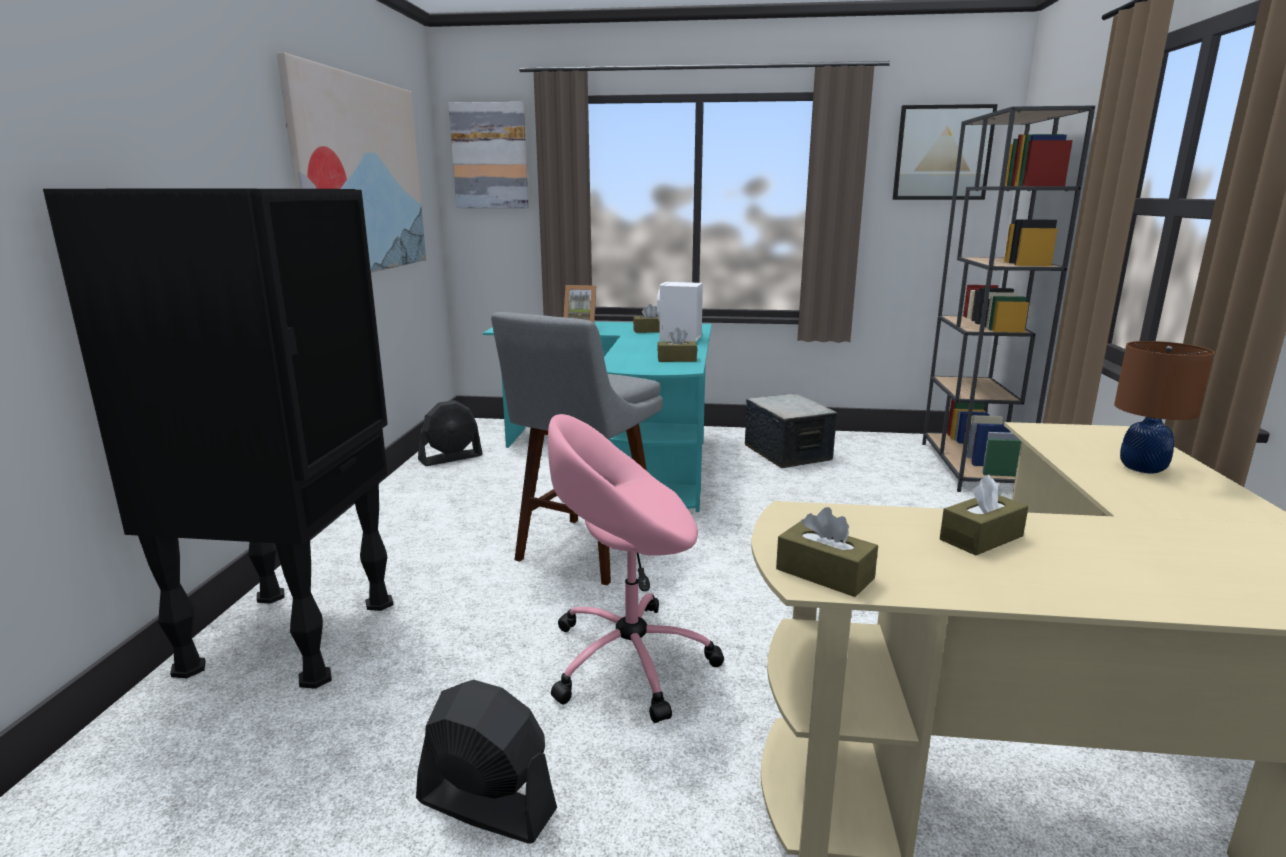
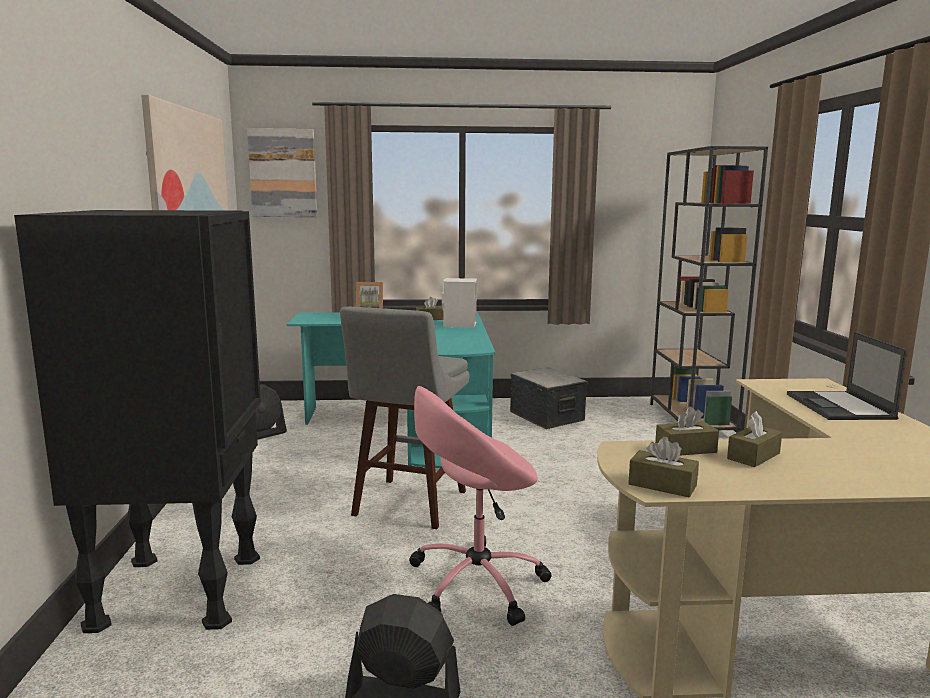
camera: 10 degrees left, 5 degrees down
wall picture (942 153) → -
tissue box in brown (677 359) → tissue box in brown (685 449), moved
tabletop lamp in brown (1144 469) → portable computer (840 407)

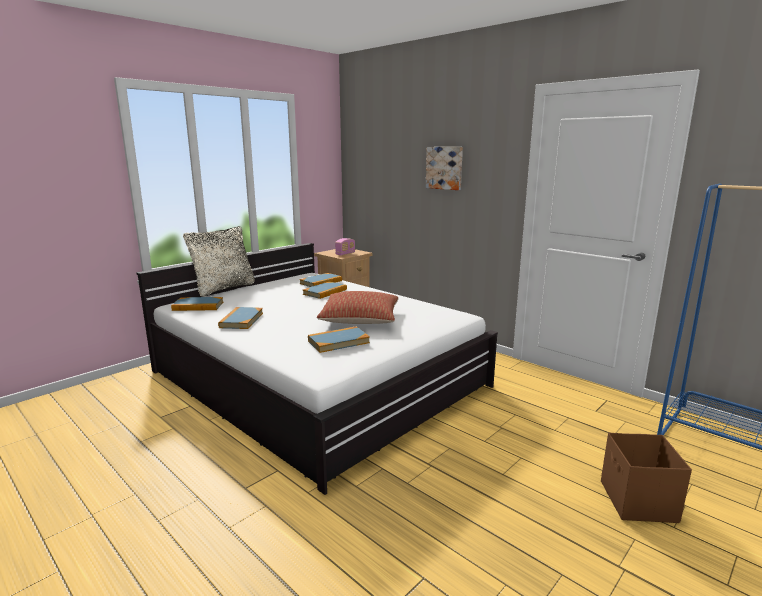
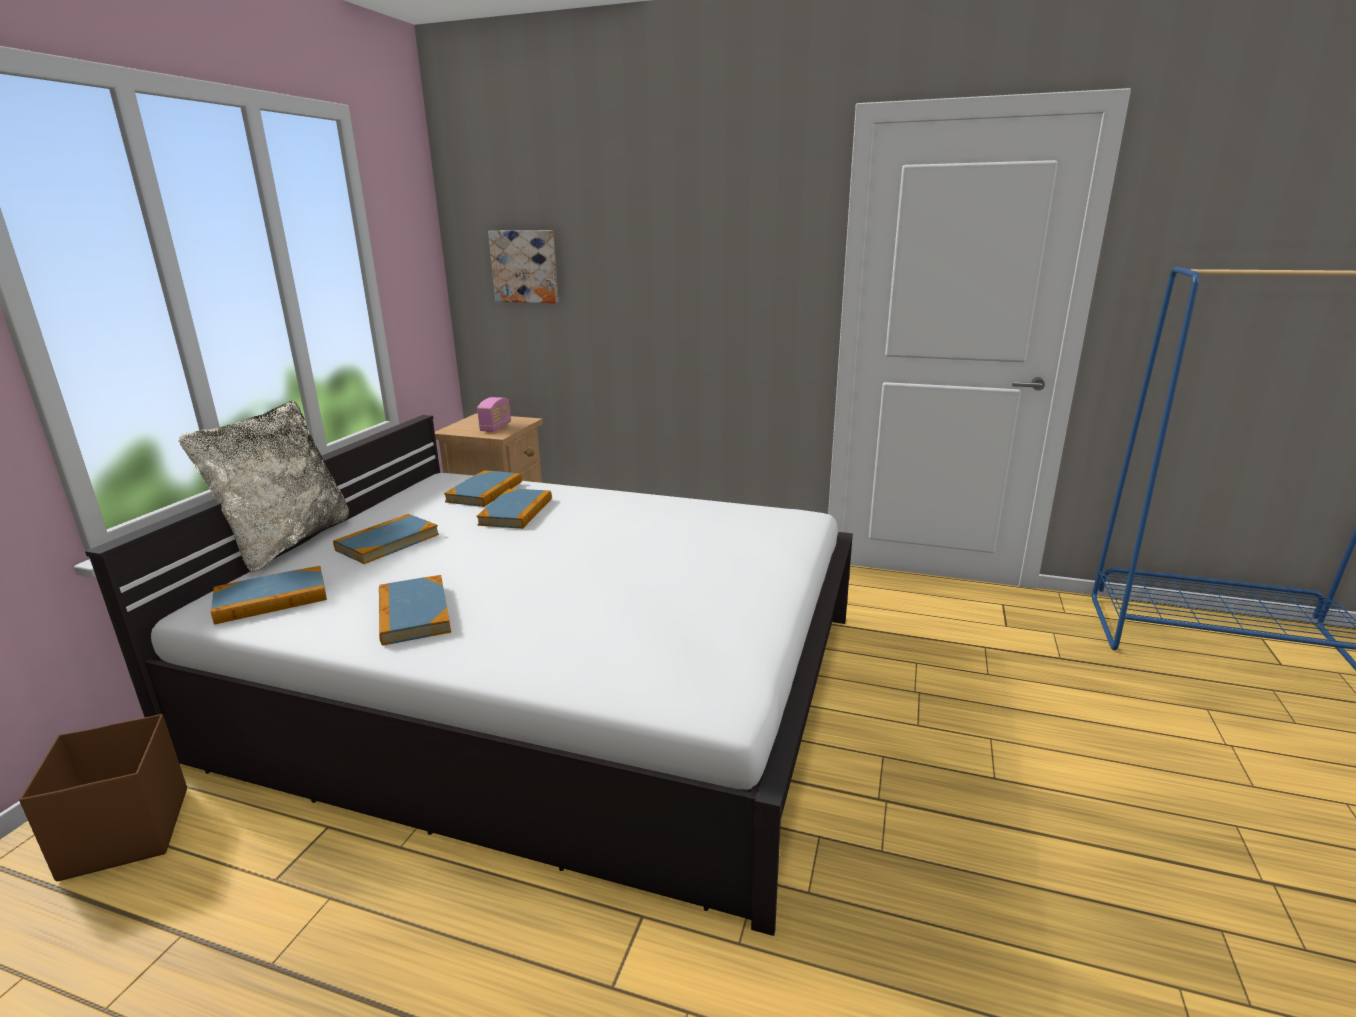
camera: 25 degrees left, 5 degrees up
throw pillow (360 319) → -
book (338 342) → book (387 542), moved
wall picture (445 168) → wall picture (525 266), moved
storage bin in brown (637 502) → storage bin in brown (125 834), moved

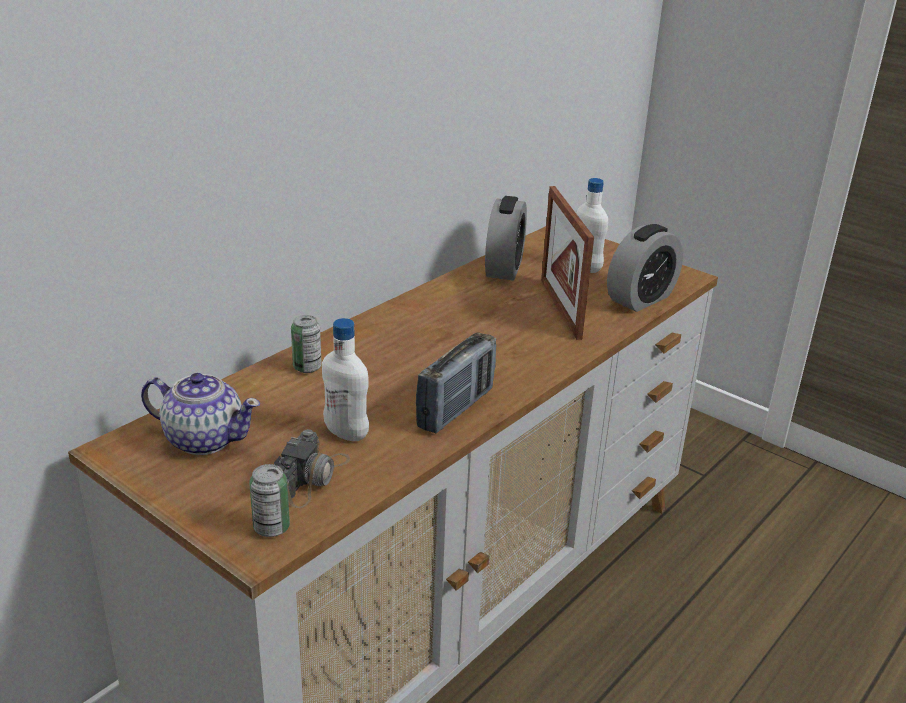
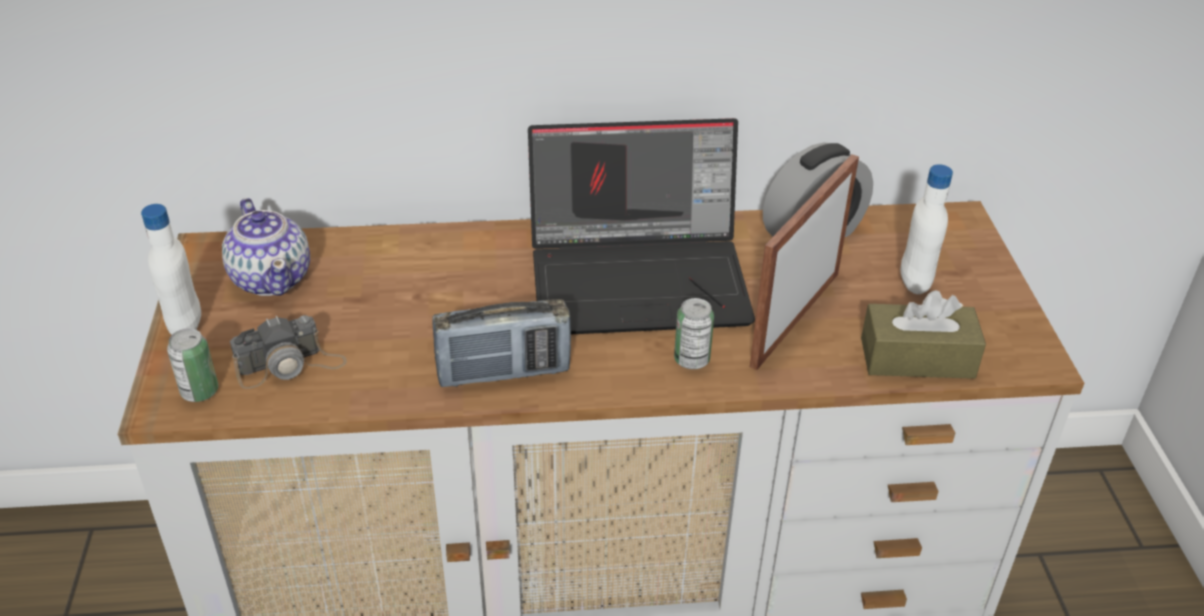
camera: 45 degrees right, 10 degrees up
- → portable computer (641 277)
can (307 367) → can (691 360), moved
beverage bottle in whitish (346 433) → beverage bottle in whitish (186 325), moved
table clock (641 299) → tissue box in brown (917 358)

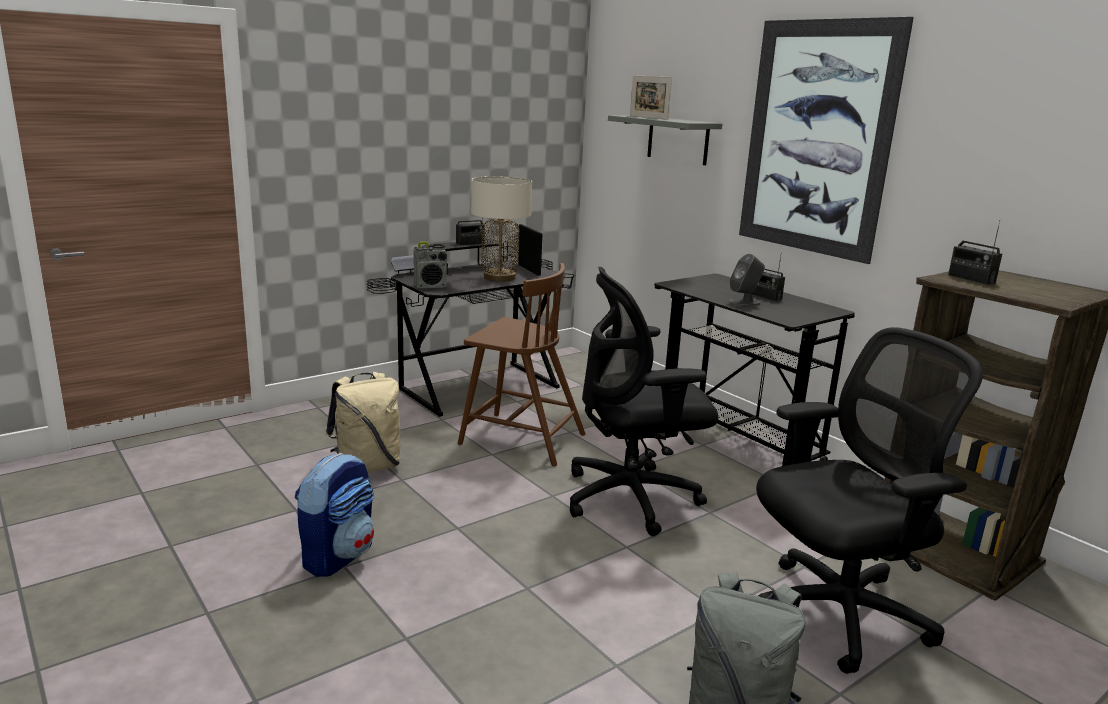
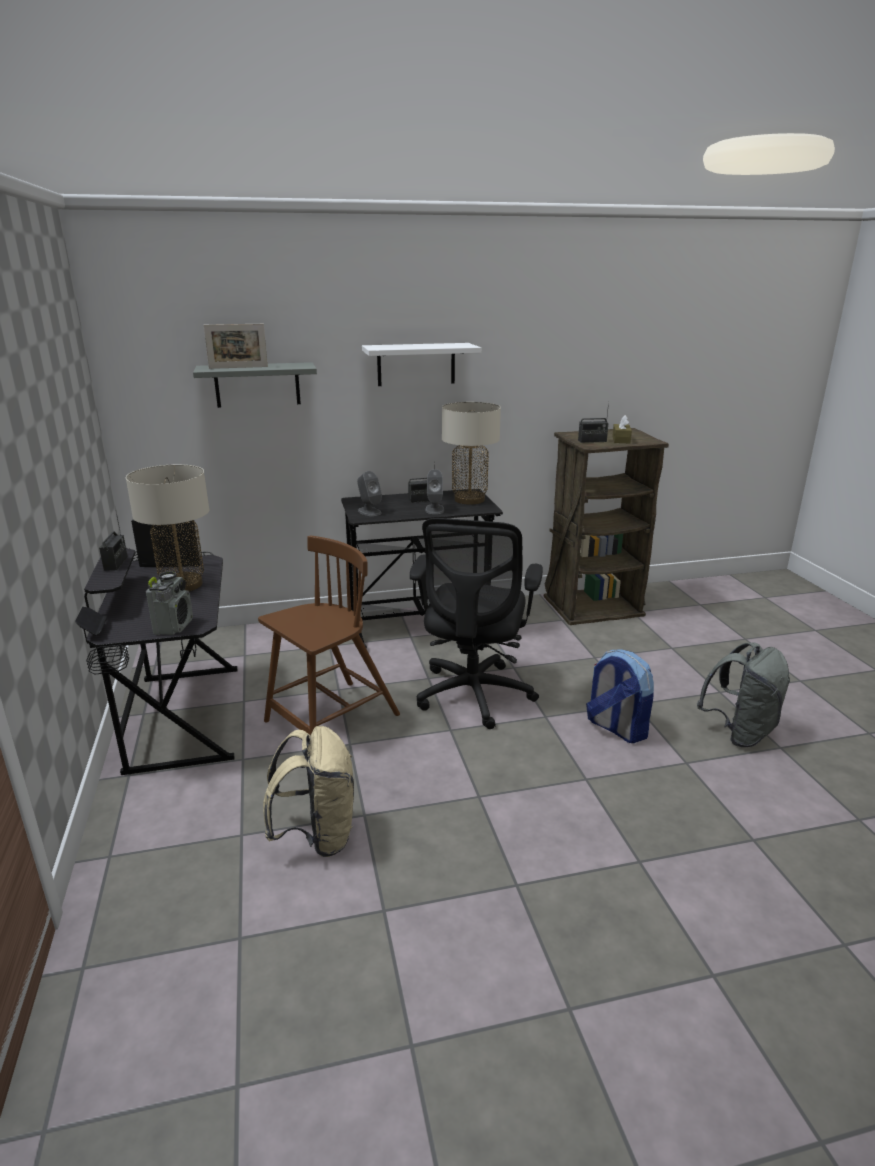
camera: 65 degrees left, 5 degrees up
computer chair in blackish (831 618) → -
- → loudspeaker in gray (369 511)
- → tabletop lamp (469 500)
- → tissue box in brown (621 440)
rucksack (338 556) → rucksack (616 728), moved
wall picture (817 138) → wall shelf in whitish (416 364)

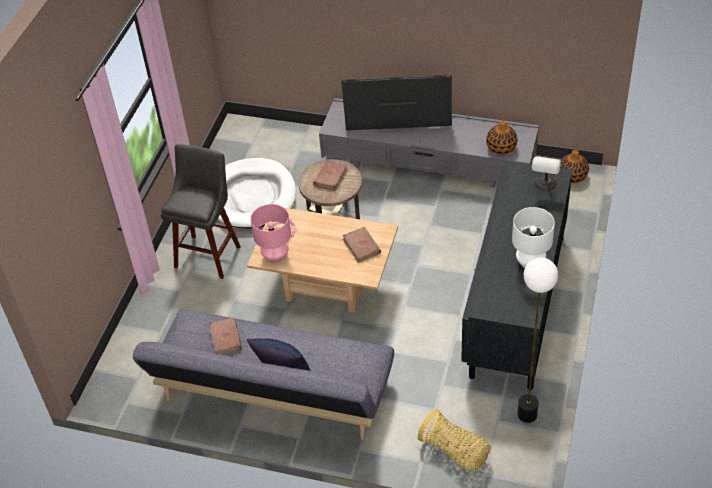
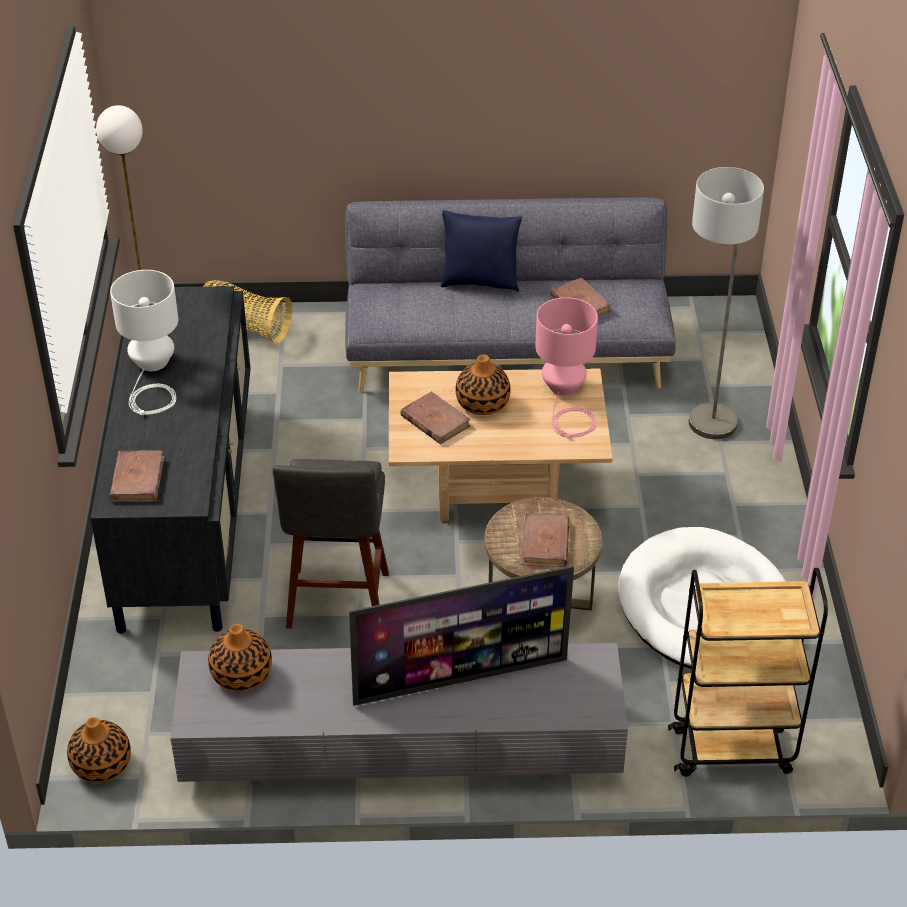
camera: 160 degrees right, 5 degrees down
- → decorative vase (482 403)
- → trolley in brown (730 753)
- → standing lamp in gray (704 430)
sitting stool in gray (209 255) → sitting stool in gray (336 604), moved
tabletop lamp (545 186) → book in brown (137 479)

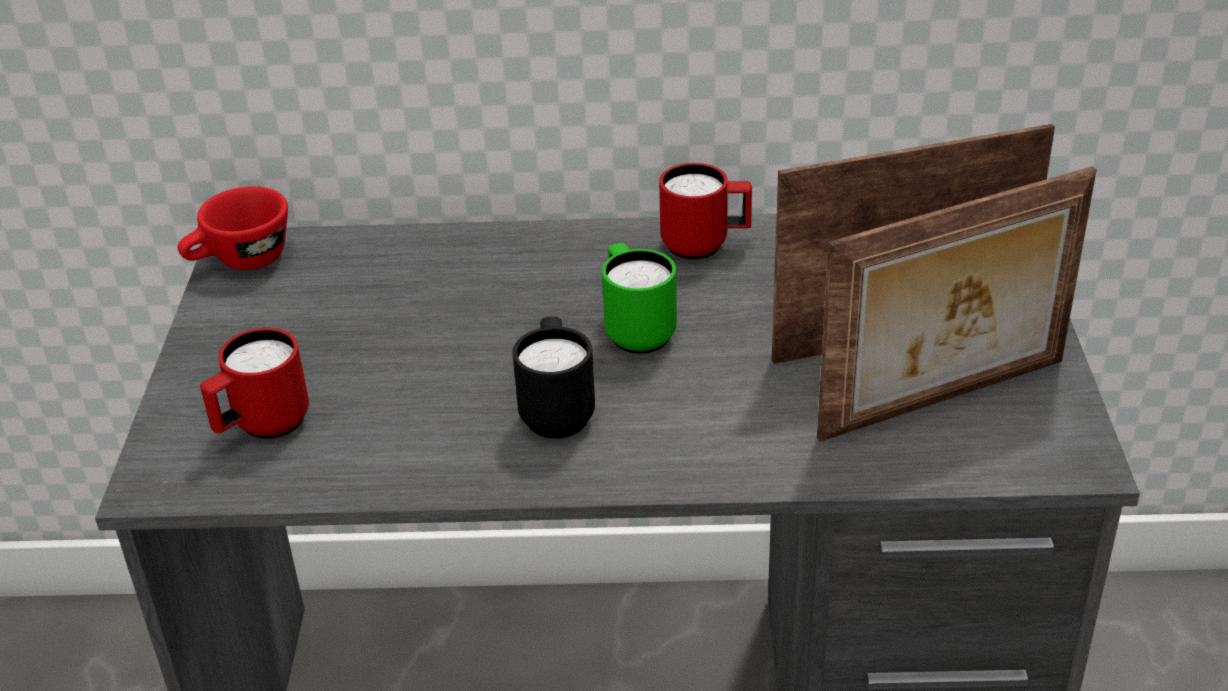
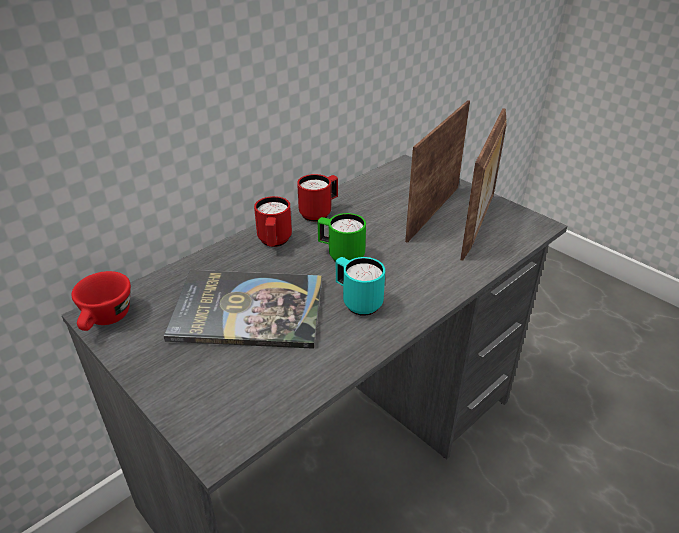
camera: 45 degrees left, 0 degrees up
- → book (248 310)
tea mug in red-coloured (262 427) → tea mug in red-coloured (274 243), moved
tea mug in blackish (557 411) → tea mug in blue-green (357 302)

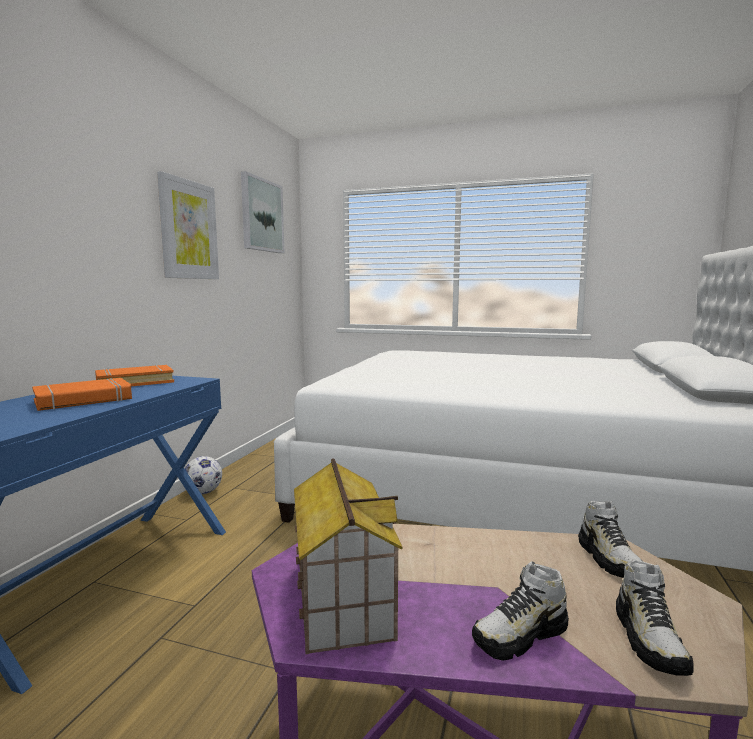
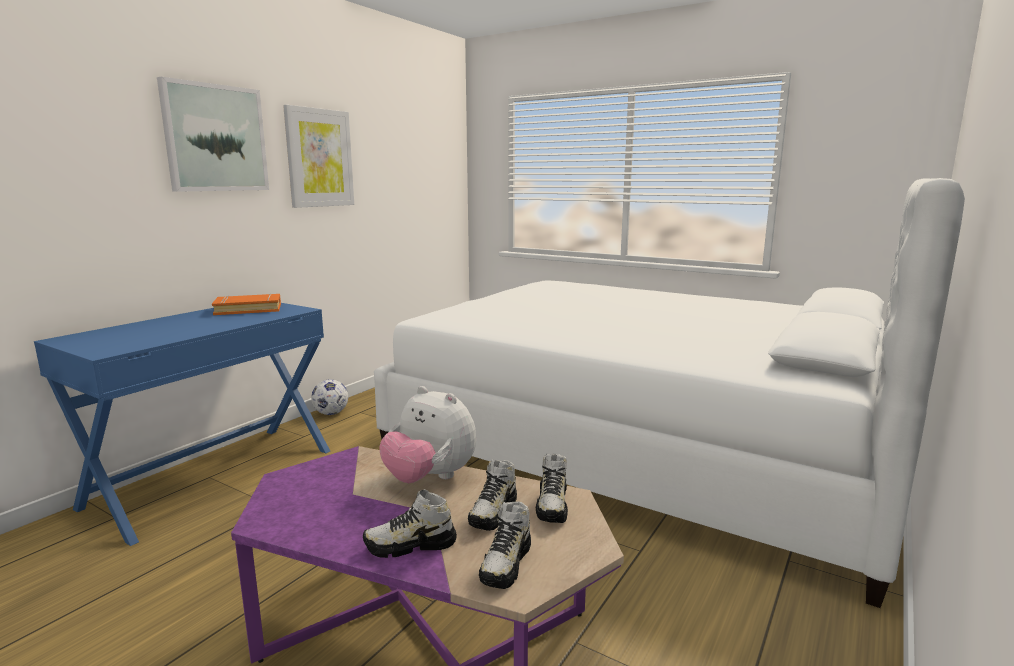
camera: 15 degrees right, 5 degrees up
book in orange (83 400) → -
model house (341 597) → -
- → cuddly toy (430 478)
- → low shoe (493 513)
wall picture (261 215) → wall picture (215 138), moved

